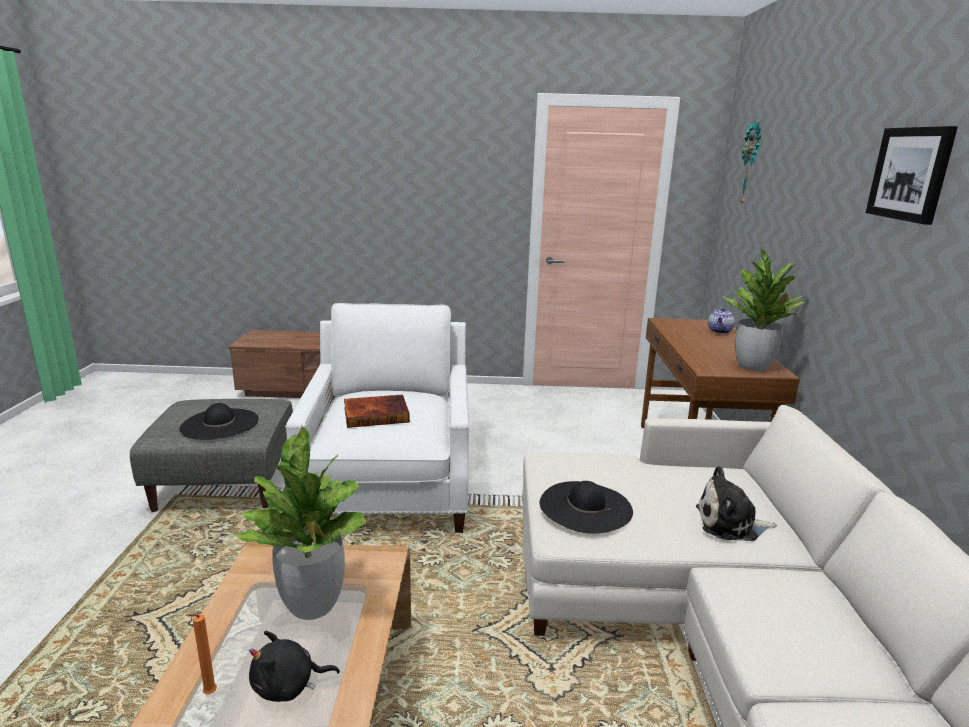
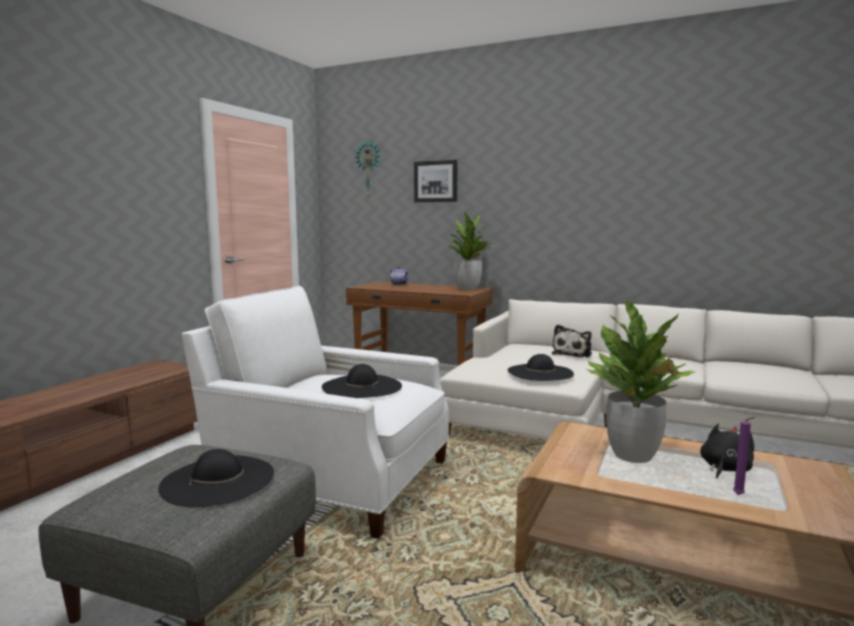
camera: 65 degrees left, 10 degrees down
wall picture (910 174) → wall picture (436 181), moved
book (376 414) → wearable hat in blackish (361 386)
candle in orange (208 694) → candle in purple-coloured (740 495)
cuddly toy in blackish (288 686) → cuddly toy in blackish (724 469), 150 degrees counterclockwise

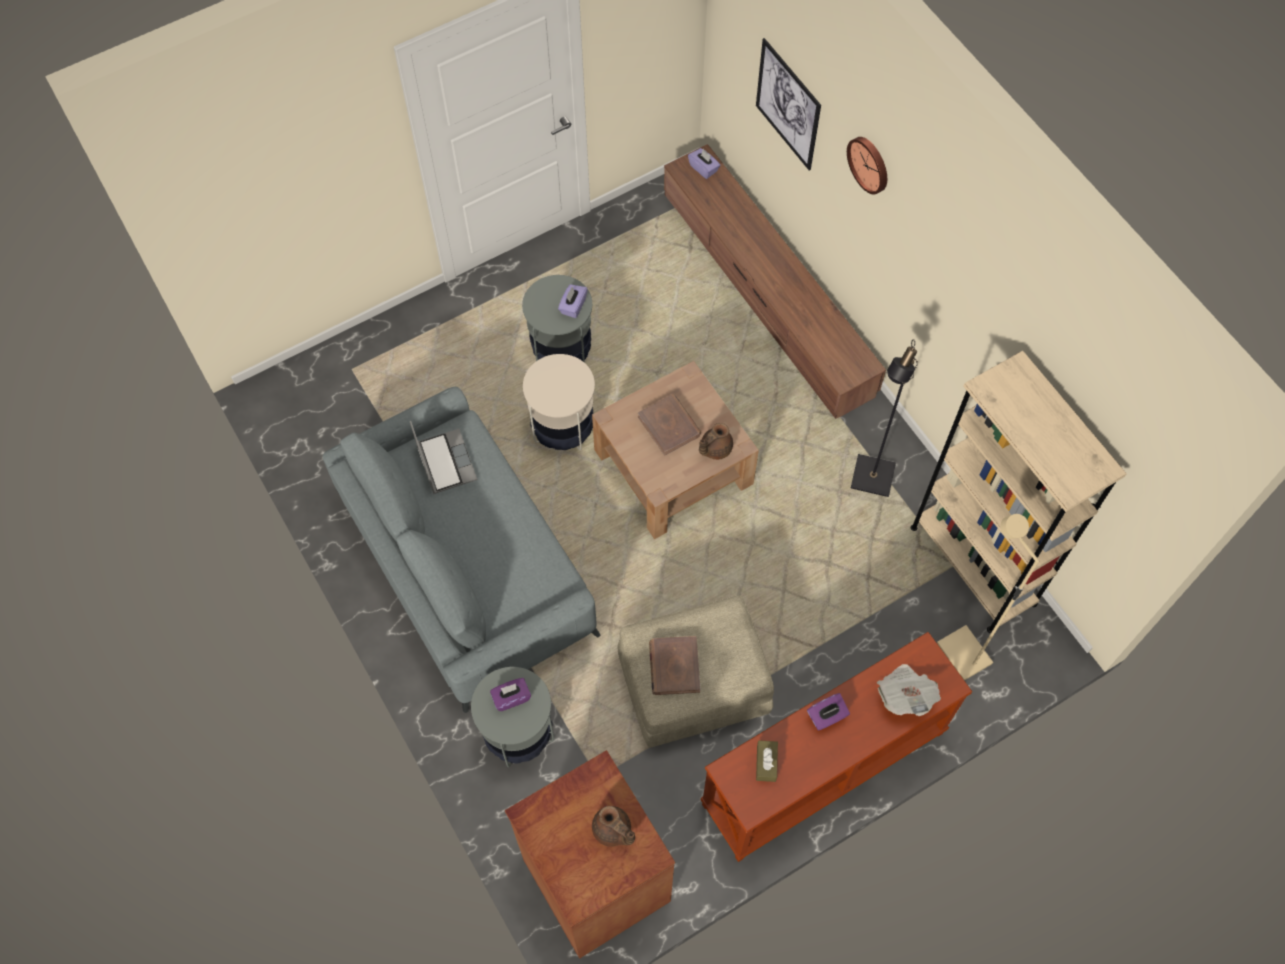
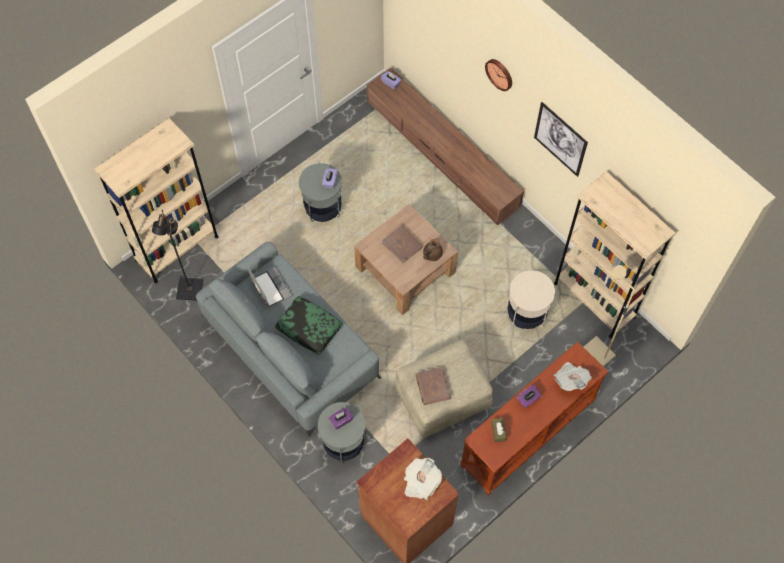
camera: 10 degrees left, 0 degrees up
- → bookcase in beige-coloured (177 248)
- → throw pillow (309 328)
side table in beige-coloured (563 428) → side table in beige-coloured (526 314), moved
wall picture (788 105) → wall picture (560 139), moved
standing lamp in blackish (873 476) → standing lamp in blackish (190 289), moved
tea pot in brown (613 830) → printed paper (420 482)

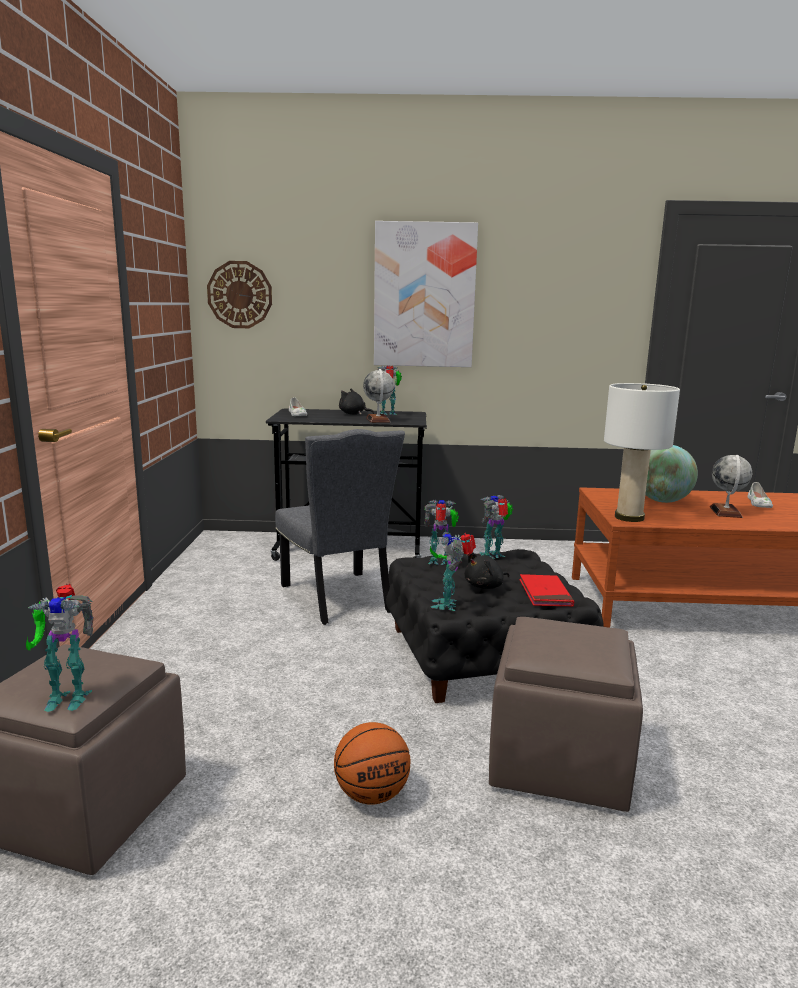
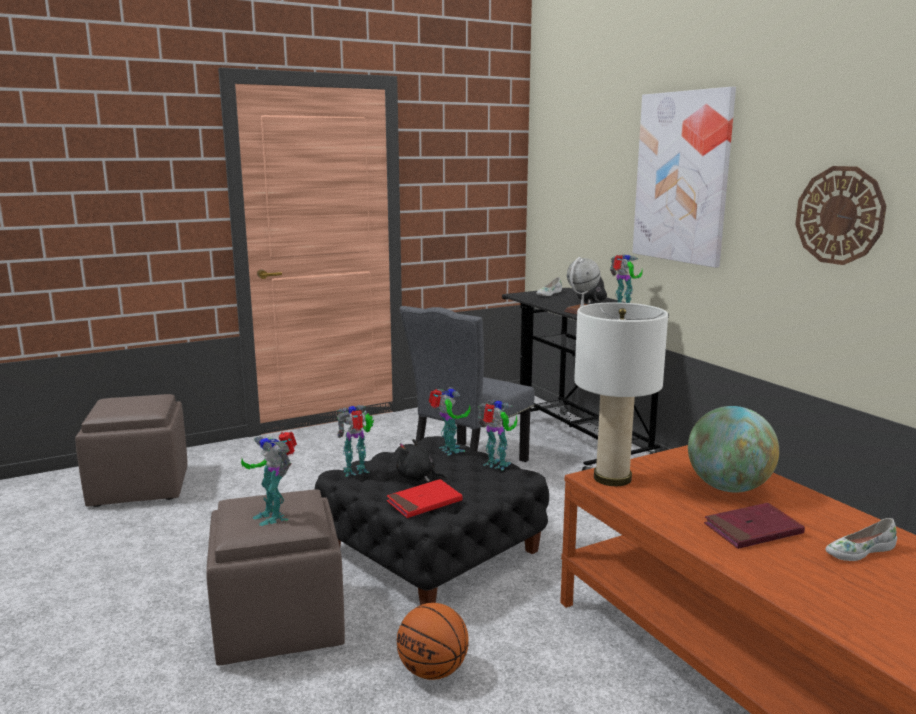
camera: 60 degrees right, 0 degrees up
robot figure (66 697) → robot figure (273 515), moved
wall clock (240 295) → wall clock (839 215), moved
ball for basketball (371 794) → ball for basketball (433 671), moved
world globe (725 512) → book in red-coloured (753 530)

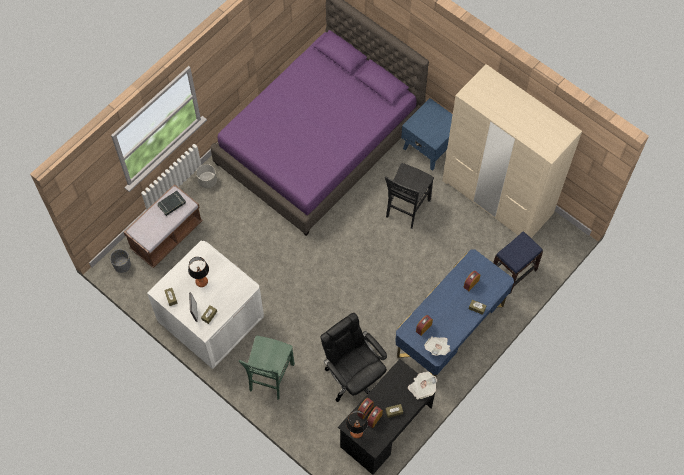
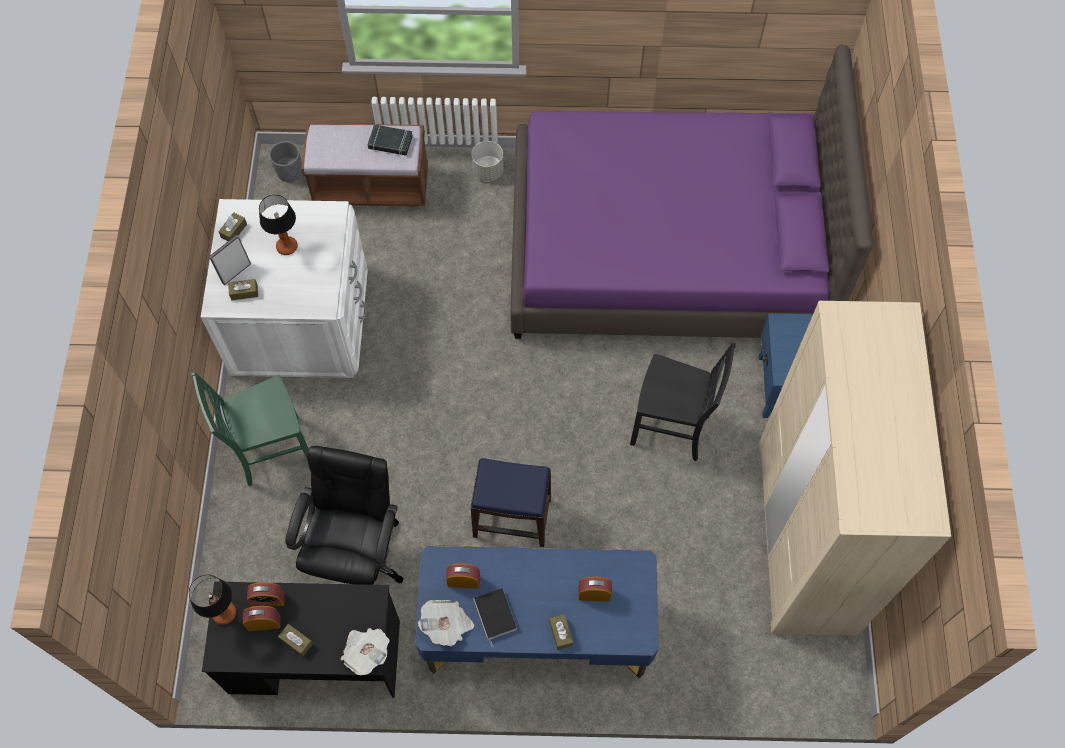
camera: 50 degrees right, 0 degrees up
- → book (496 616)
sitting stool (513 272) → sitting stool (512 518), moved
upright chair in blackish (406 208) → upright chair in blackish (671 429), 150 degrees counterclockwise

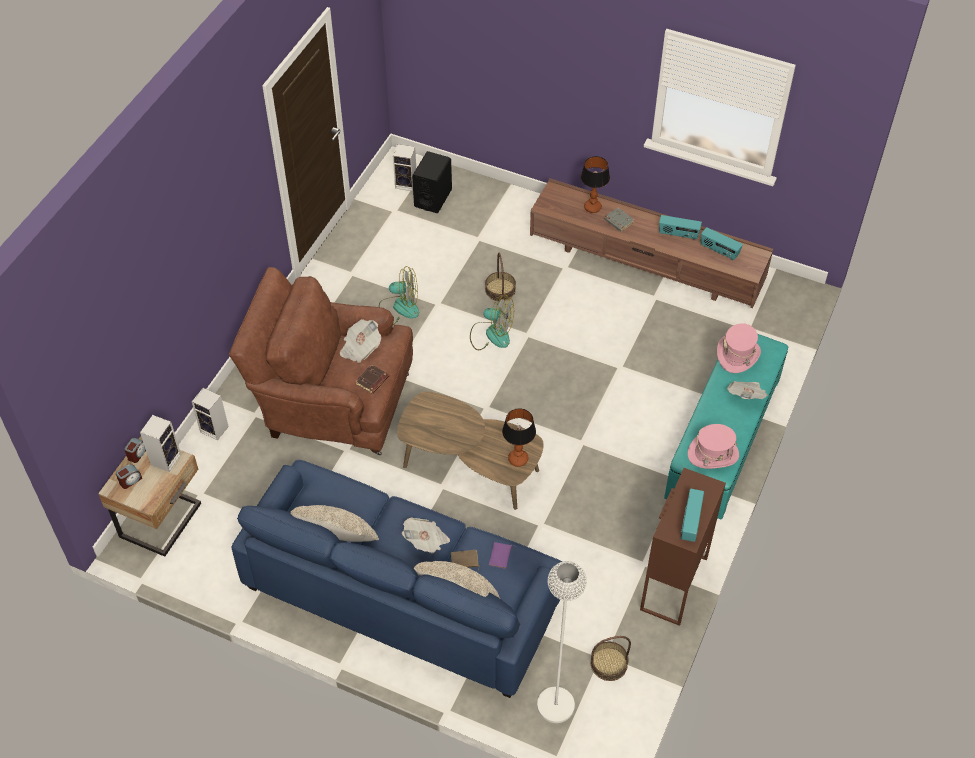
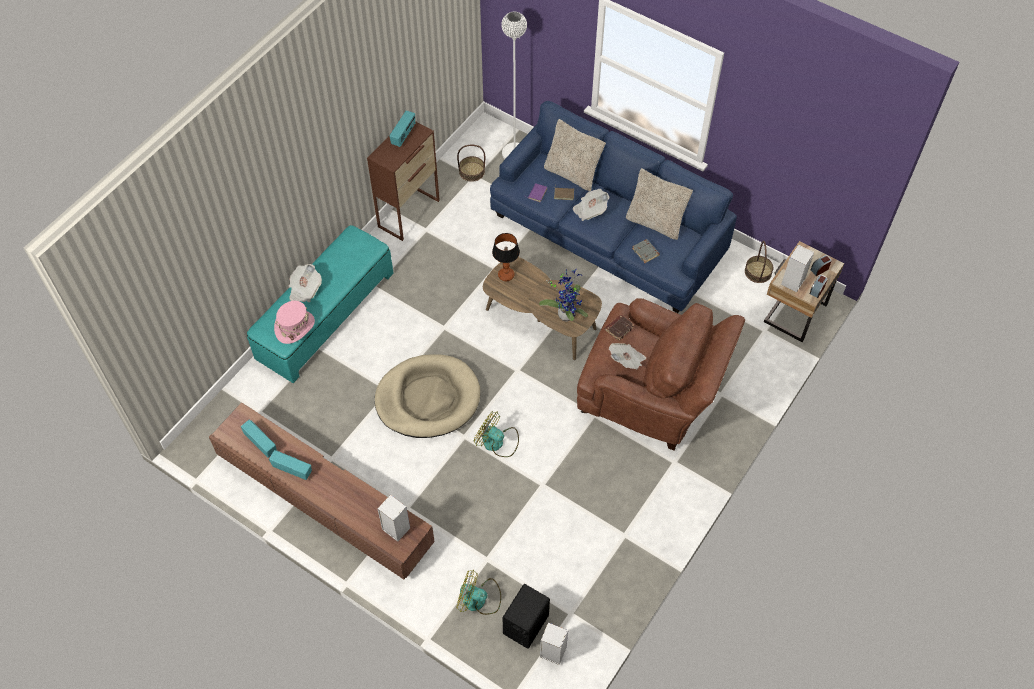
camera: 170 degrees left, 5 degrees up
tabletop lamp (592 207) → -
wearable hat in pink-coloured (713 454) → -
- → pet bed in beige-coloured (428 399)
- → houseplant (566 313)
loudspeaker (215 429) → loudspeaker (395 528), moved
cooling fan (399 308) → cooling fan (479 599), moved
household basket (500 290) → household basket (758 272), moved
book in gray (618 221) → book in gray (646 252), moved

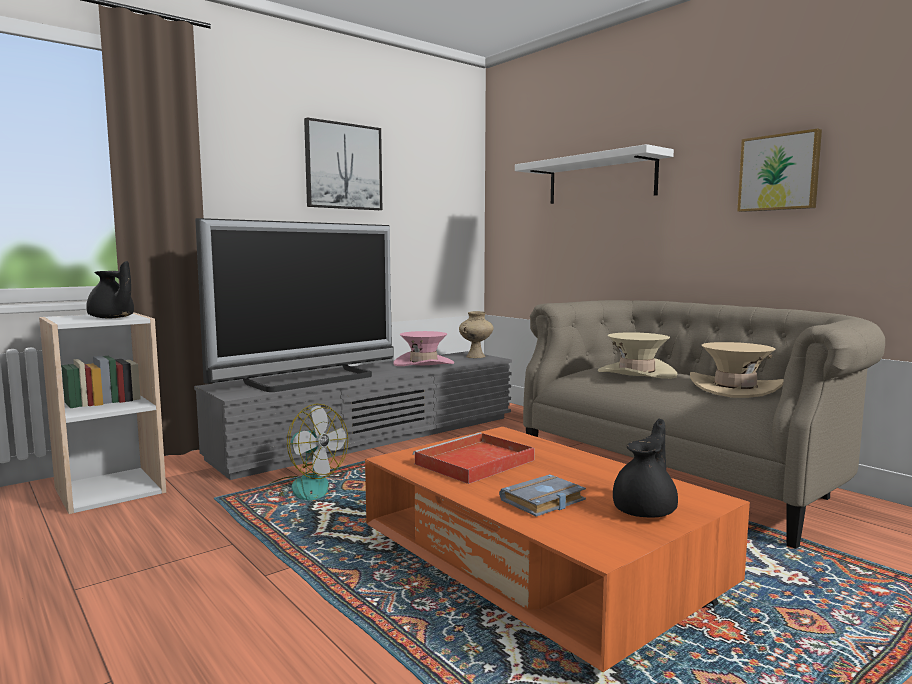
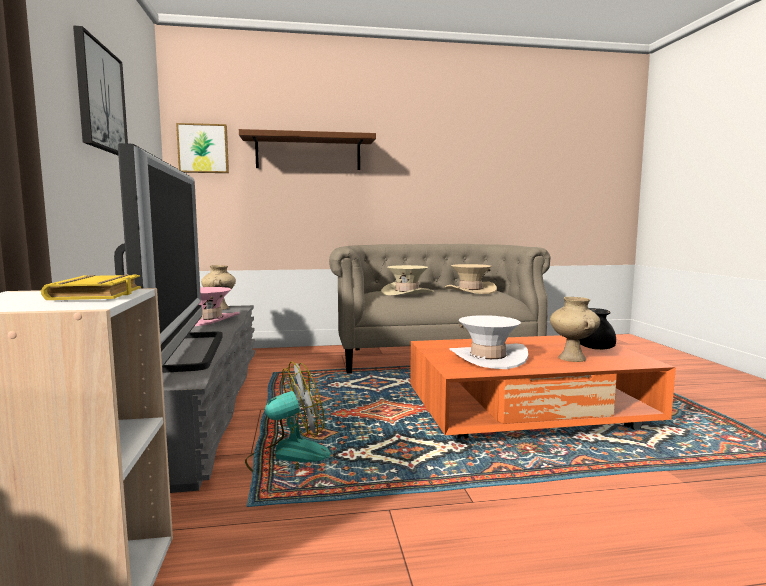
camera: 60 degrees left, 0 degrees up
wall picture (779 172) → wall picture (203 149), moved
tea pot in blackish (112 318) → book in yellowish (98 295)
serving tray in red-coloured (473 463) → wearable hat in whitish (488 358)
book in gray (543 502) → decorative vase in beige-coloured (573 358)
wall shelf in whitish (600 179) → wall shelf in brown (308 153)

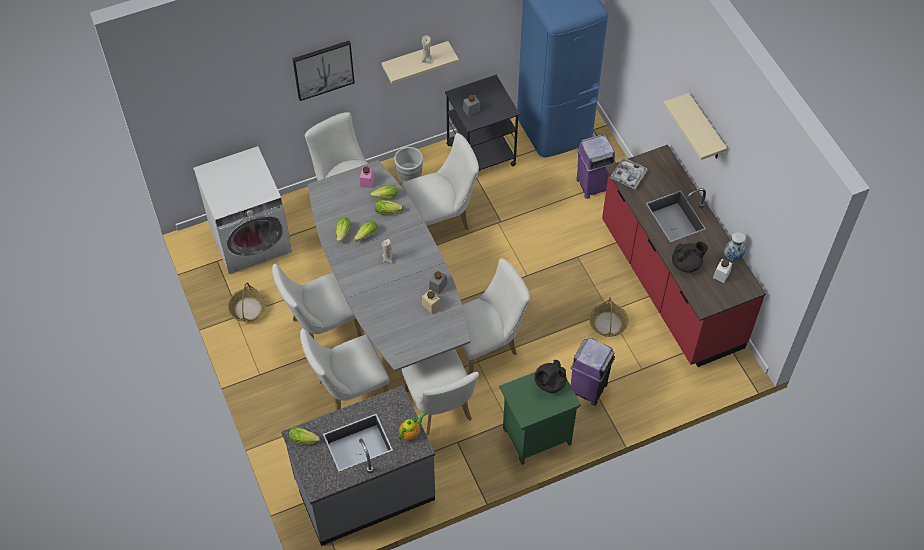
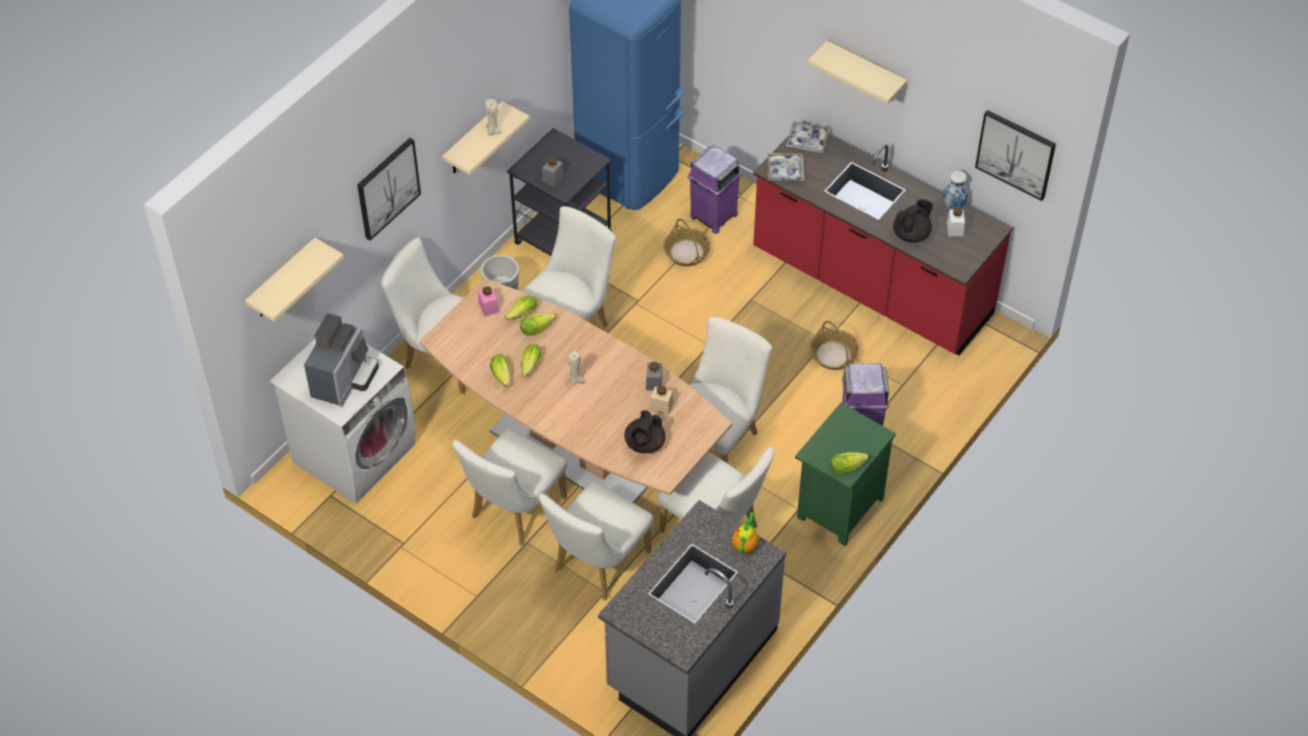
camera: 30 degrees left, 5 degrees down
- → wall shelf in beige-coloured (282 280)
- → coffee machine (344 380)
- → serving tray (807 140)
- → wall picture (1016 154)
household basket (248 308) → household basket (686 252), moved
head of lettuce (305 440) → head of lettuce (849 466), moved
tea pot in blackish (549 383) → tea pot in blackish (644 444), moved
dinner table in gray (389 305) → dinner table in brown (576 449)

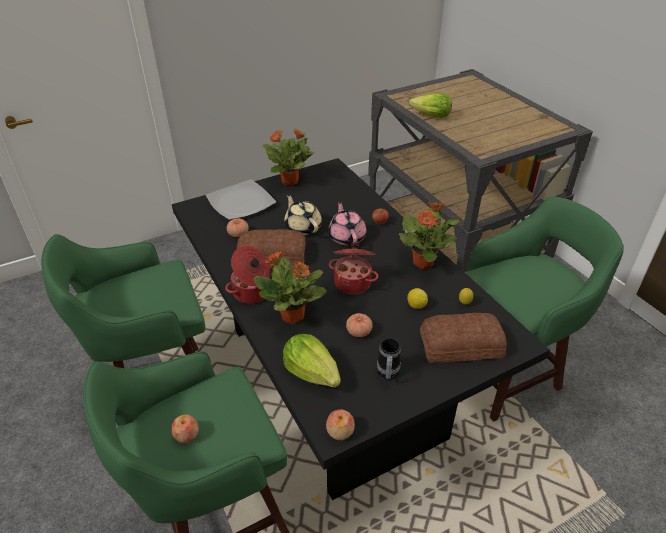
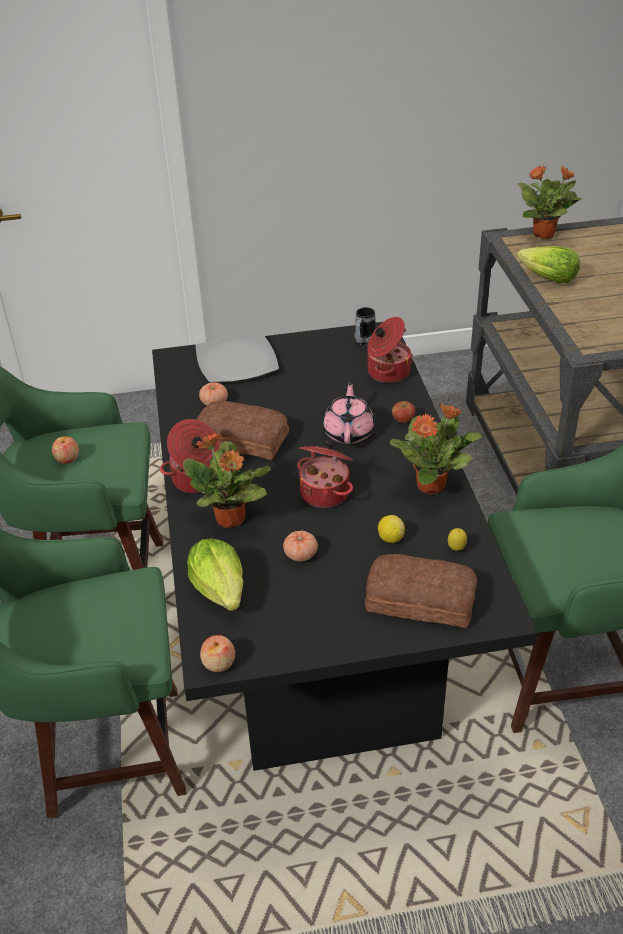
camera: 20 degrees right, 0 degrees up
tea pot in beige-coloured (302 227) → -
- → stockpot (387 372)
whole apple (186 435) → whole apple (67 458), moved
houseplant (291 181) → houseplant (544 234), moved
tea mug (387 374) → tea mug (363 345), moved

